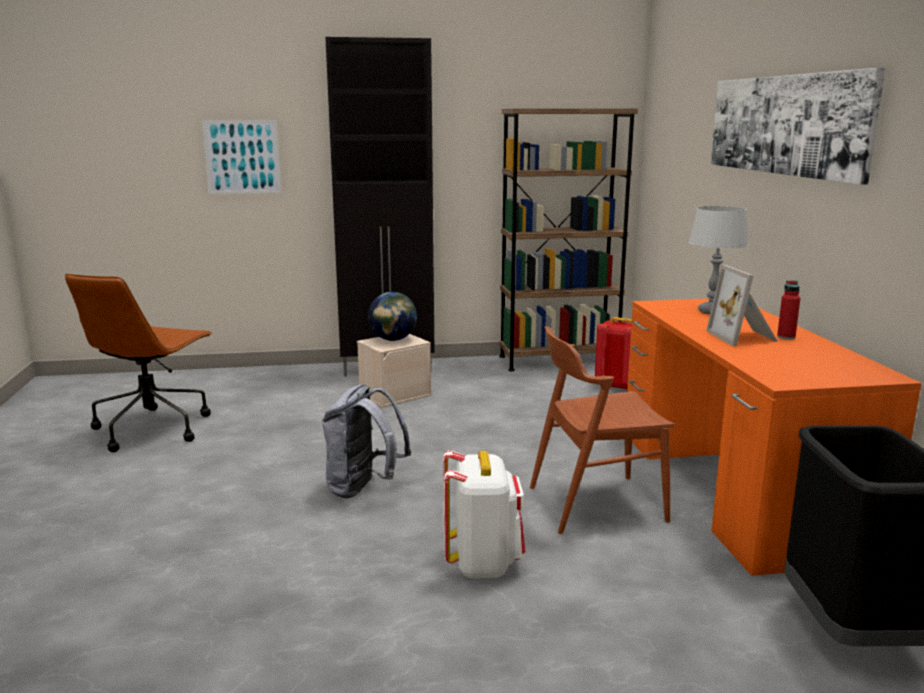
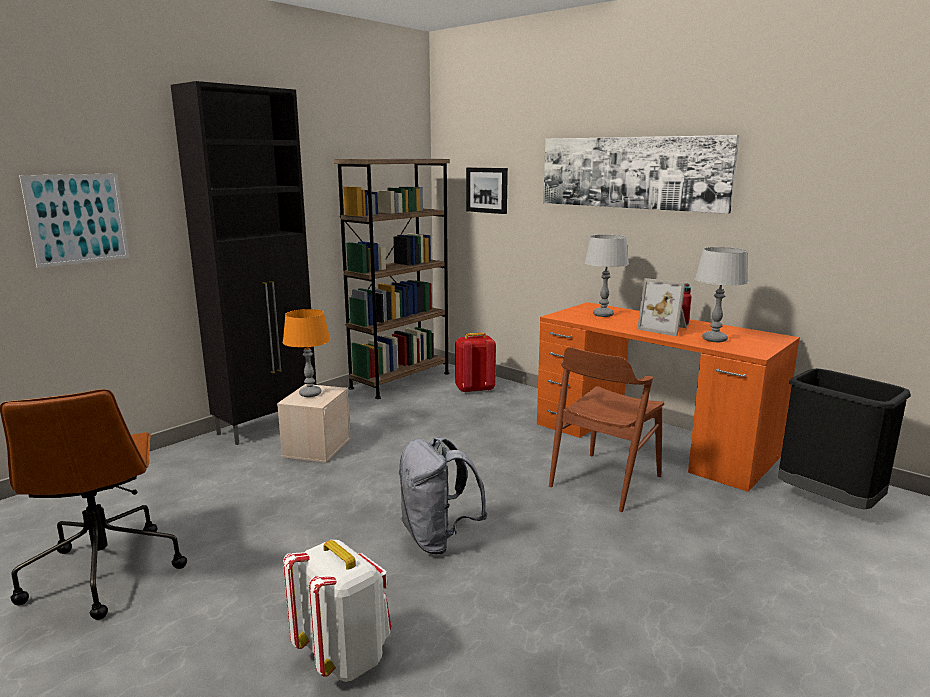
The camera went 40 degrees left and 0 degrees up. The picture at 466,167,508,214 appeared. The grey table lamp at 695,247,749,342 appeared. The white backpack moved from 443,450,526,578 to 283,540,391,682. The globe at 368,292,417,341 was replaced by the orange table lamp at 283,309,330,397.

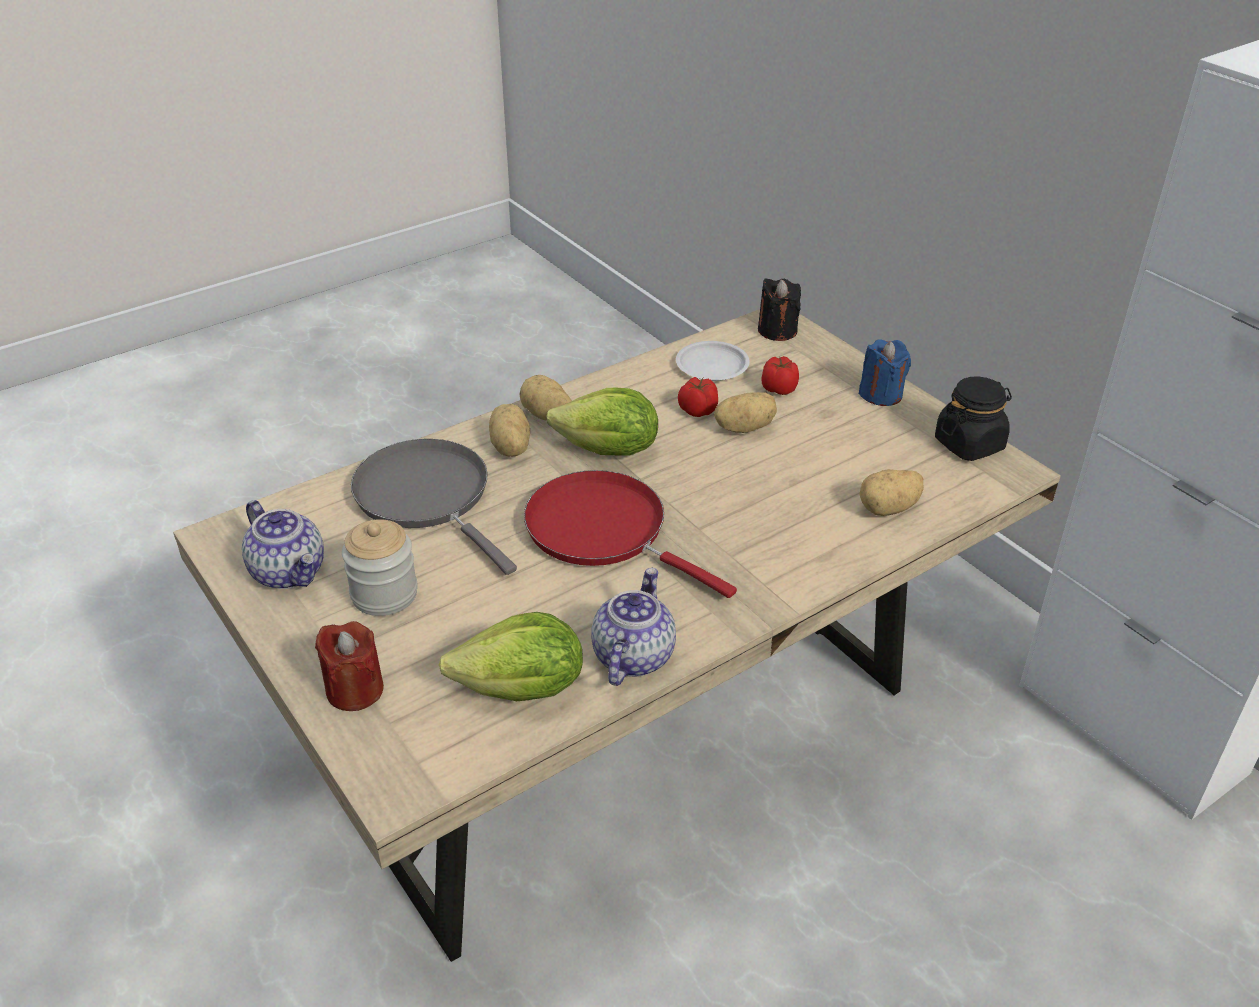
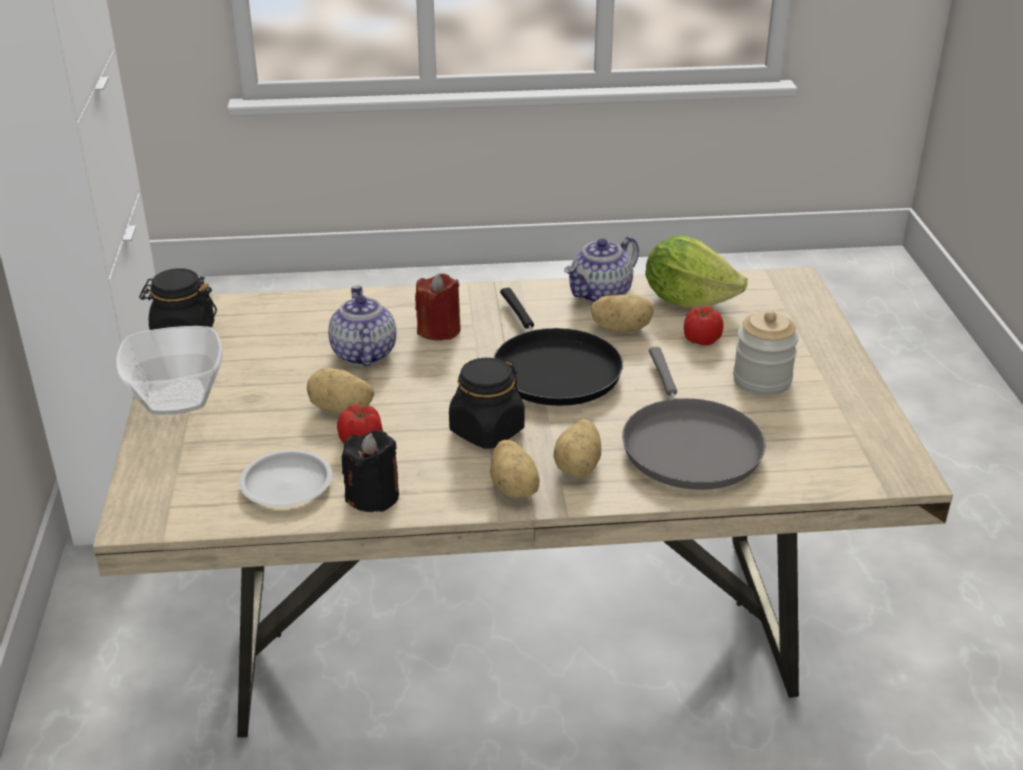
The camera went 150 degrees left and 5 degrees down. The teapot moved from 242,500,324,589 to 328,285,396,366. The red candle moved from 315,621,384,711 to 415,273,461,341. The black candle moved from 758,278,801,341 to 342,430,399,512. The tomato moved from 761,356,799,395 to 684,306,723,345. The potato moved from 859,469,924,516 to 591,295,654,333. The lettuce at 546,388,658,456 was replaced by the black jar at 449,357,525,449. The blue candle at 859,339,911,406 was replaced by the bowl at 116,326,223,415. The red frying pan at 524,470,737,598 became the black frying pan at 494,288,623,406.

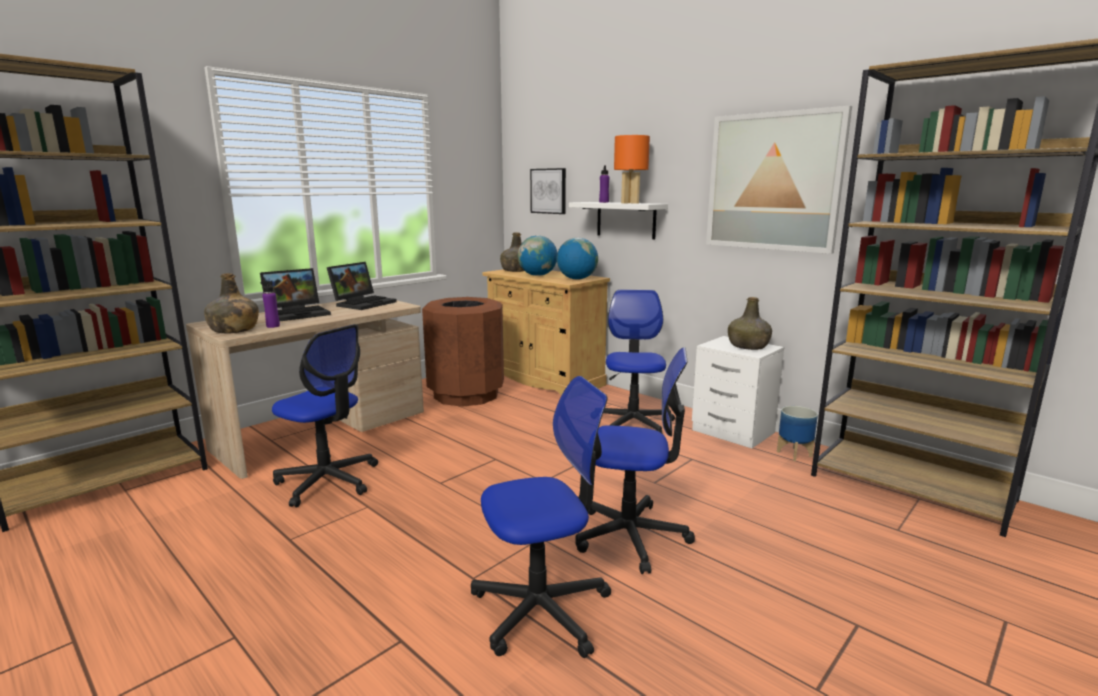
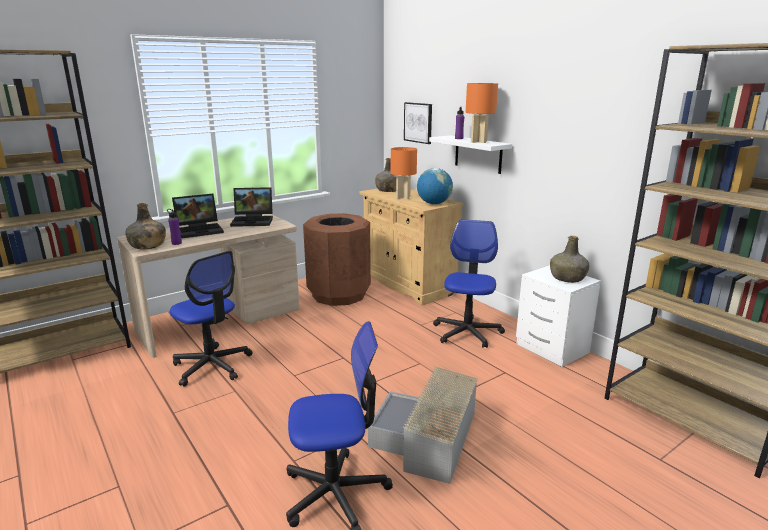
The camera went 10 degrees right and 5 degrees up. The picture at 706,106,852,254 disappeared. The planter at 777,406,818,461 disappeared. The globe at 518,235,557,276 was replaced by the orange table lamp at 391,147,417,199. The office chair at 575,347,695,574 was replaced by the grey storage box at 368,366,478,484. The laptop at 327,262,397,310 turned 45 degrees clockwise.

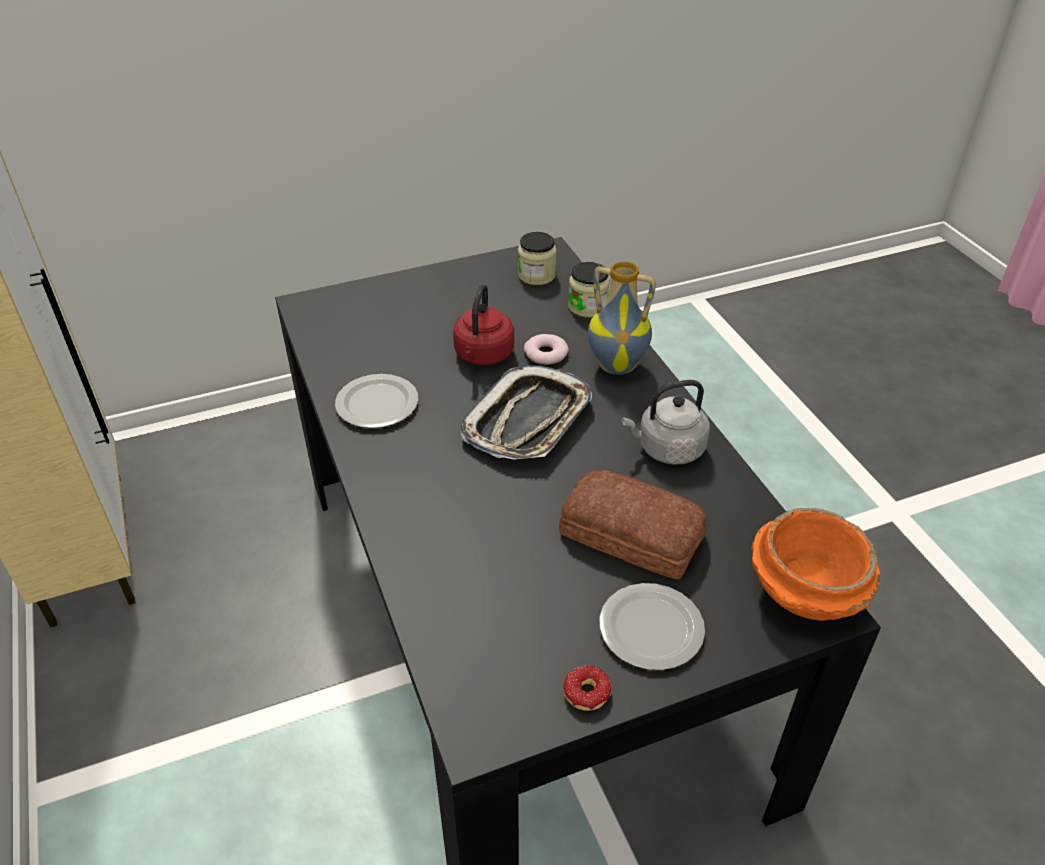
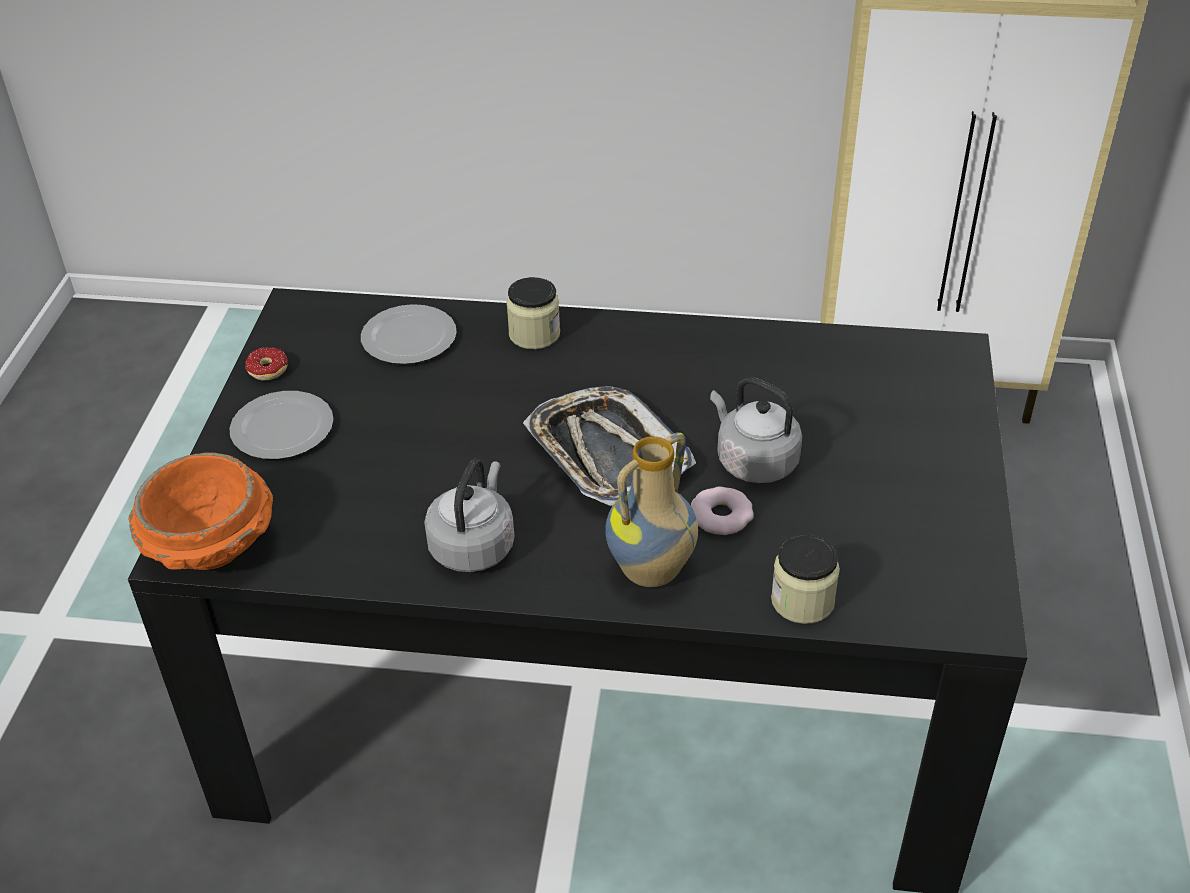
The camera went 120 degrees right and 0 degrees up. The bread at 559,470,707,580 disappeared. The plate moved from 335,374,418,428 to 361,304,457,364. The jar moved from 518,232,557,285 to 506,277,560,349. The red kettle at 453,284,514,365 became the grey kettle at 710,377,802,483.

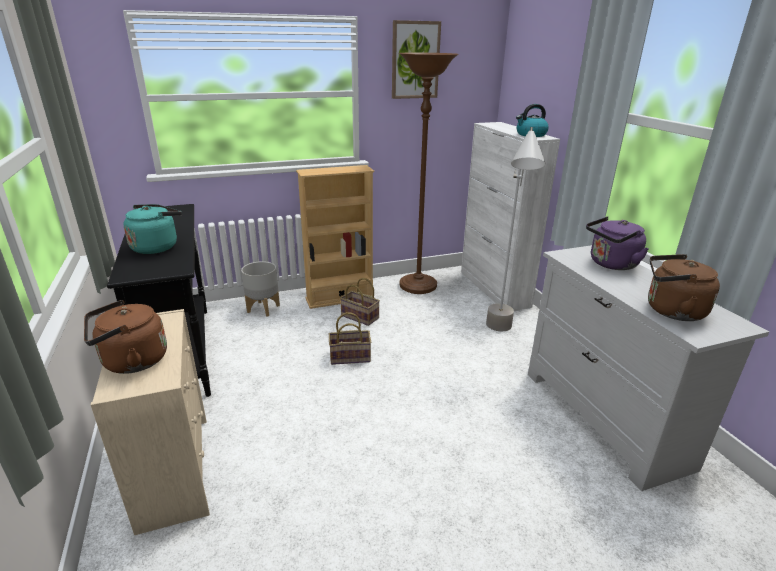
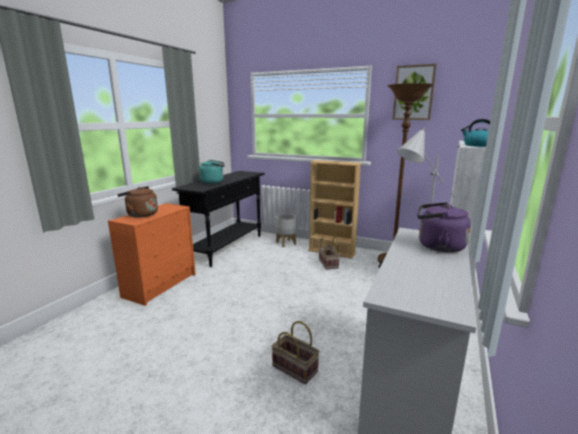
The camera went 45 degrees right and 10 degrees down. The brown kettle at 648,254,720,321 disappeared. The basket moved from 329,312,371,365 to 271,321,319,385. The beige dresser at 91,309,210,535 became the orange dresser at 108,203,196,306.

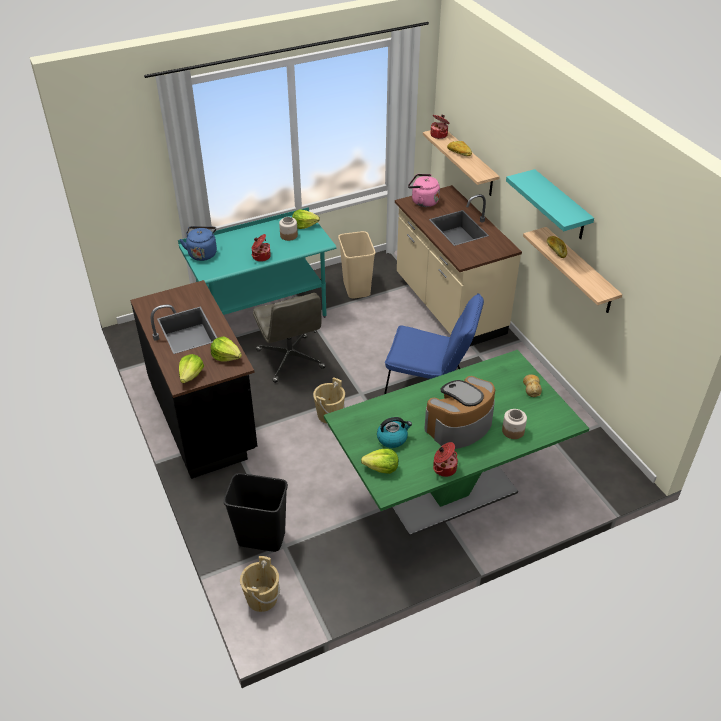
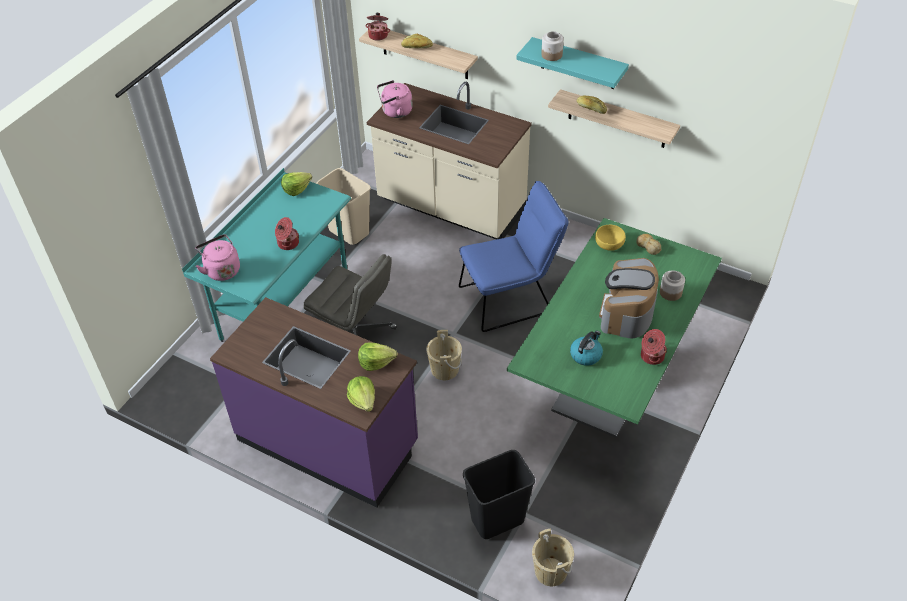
The camera went 35 degrees left and 5 degrees up. The lettuce at 361,449,398,474 disappeared. The yellow bowl at 595,225,626,251 appeared. The jar moved from 279,217,298,241 to 541,31,564,61. The black counter at 130,280,257,479 became the purple counter at 210,297,418,508. The blue kettle at 180,226,217,261 became the pink kettle at 195,234,240,281.

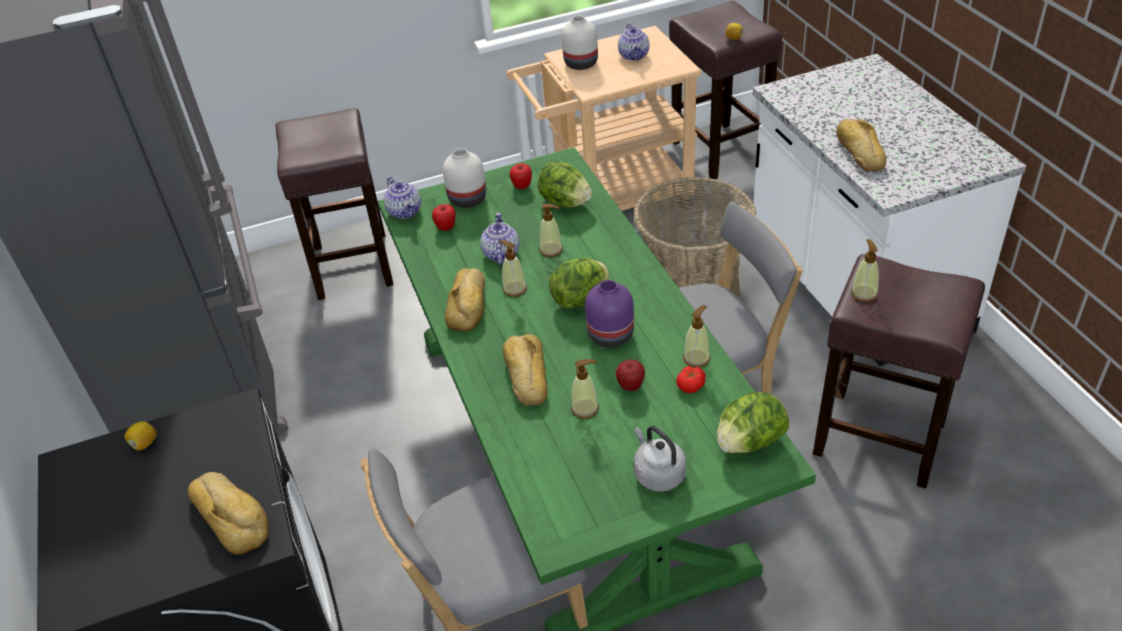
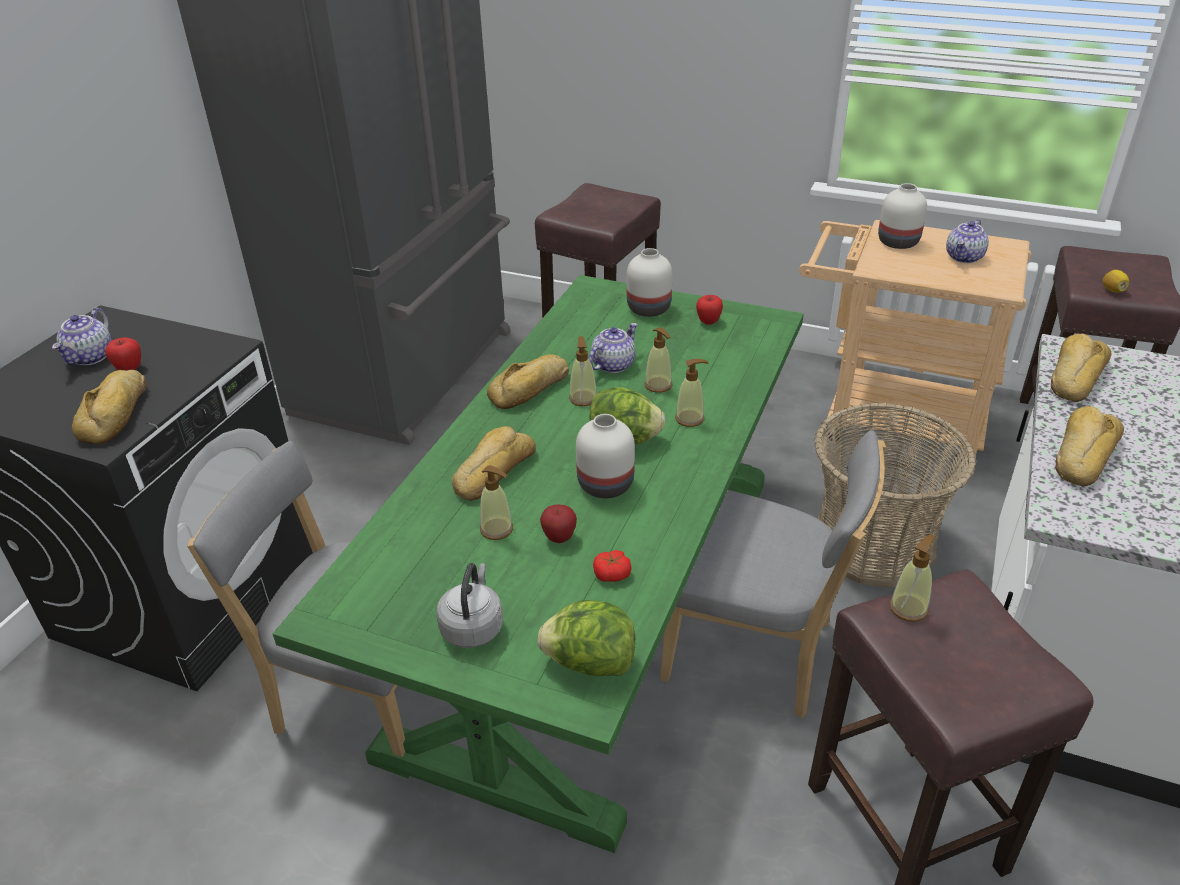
The camera went 40 degrees right and 5 degrees down. The lemon at 125,421,157,450 disappeared. The lettuce at 537,161,592,207 disappeared. The bread at 1051,333,1111,402 appeared. The teapot moved from 384,177,421,219 to 52,308,112,365. The apple moved from 432,204,455,231 to 105,337,141,371. The soap dispenser moved from 683,305,710,368 to 675,359,709,427. The purple vase at 585,280,634,348 became the white vase at 576,414,635,498.

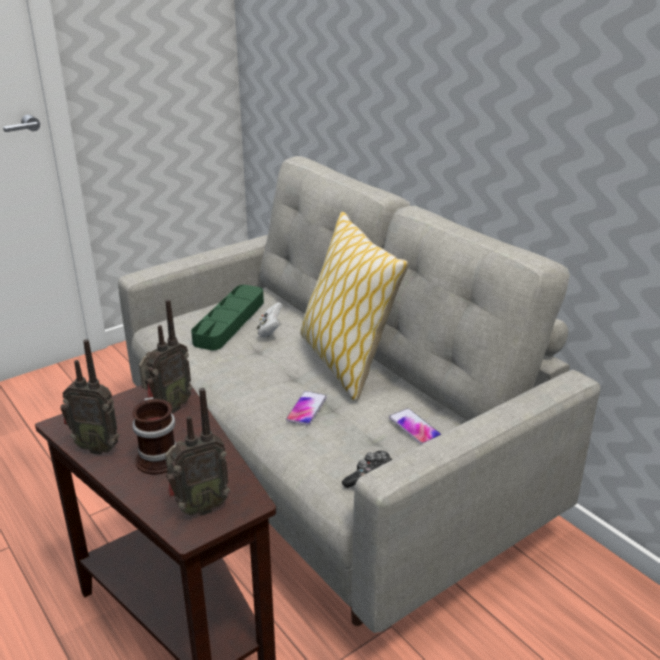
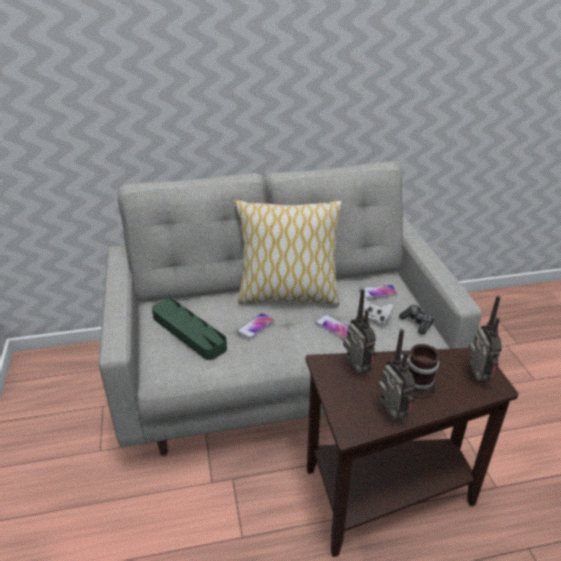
The camera went 65 degrees left and 5 degrees up. The phone at 237,313,274,339 appeared. The white game controller moved from 257,302,283,338 to 358,296,394,325. The radio at 60,339,119,455 turned 60 degrees counterclockwise.

